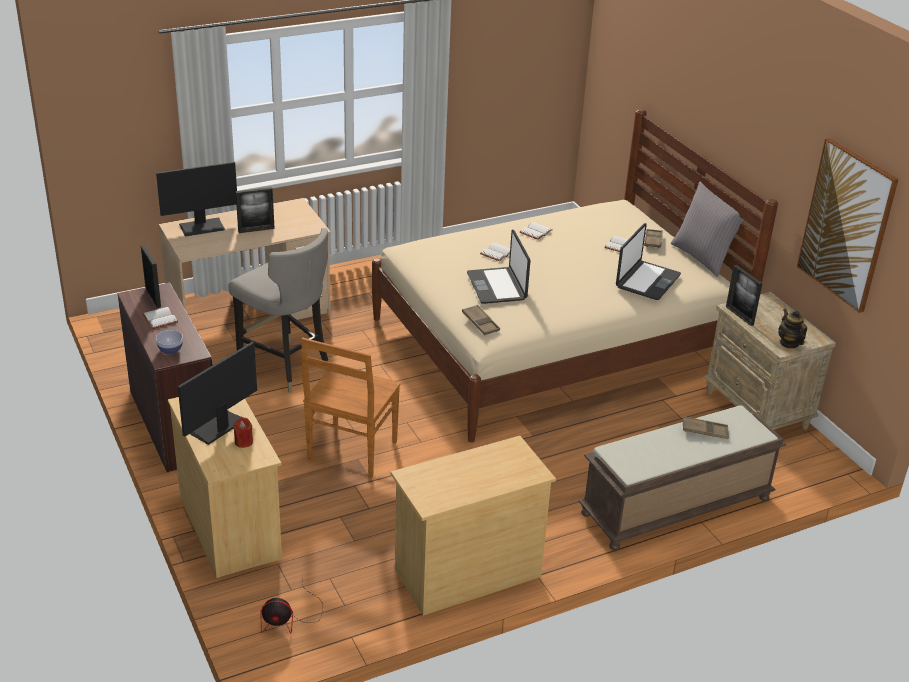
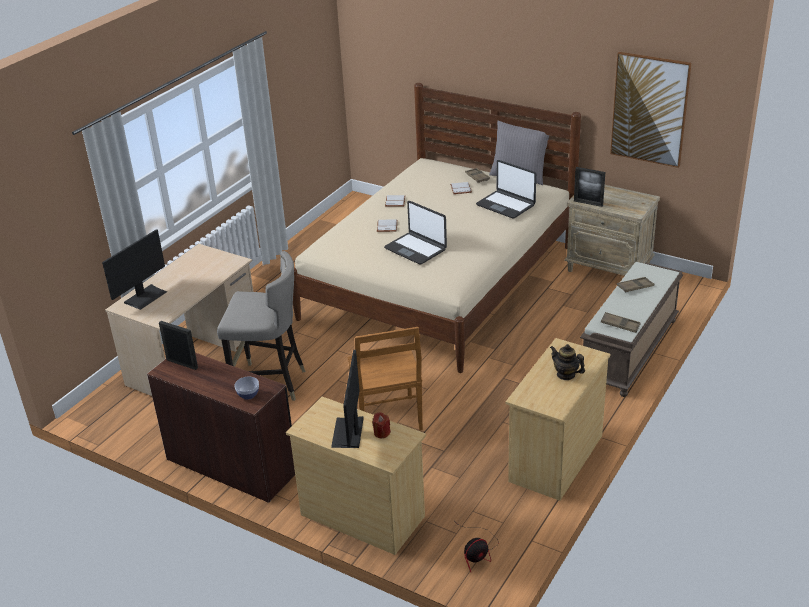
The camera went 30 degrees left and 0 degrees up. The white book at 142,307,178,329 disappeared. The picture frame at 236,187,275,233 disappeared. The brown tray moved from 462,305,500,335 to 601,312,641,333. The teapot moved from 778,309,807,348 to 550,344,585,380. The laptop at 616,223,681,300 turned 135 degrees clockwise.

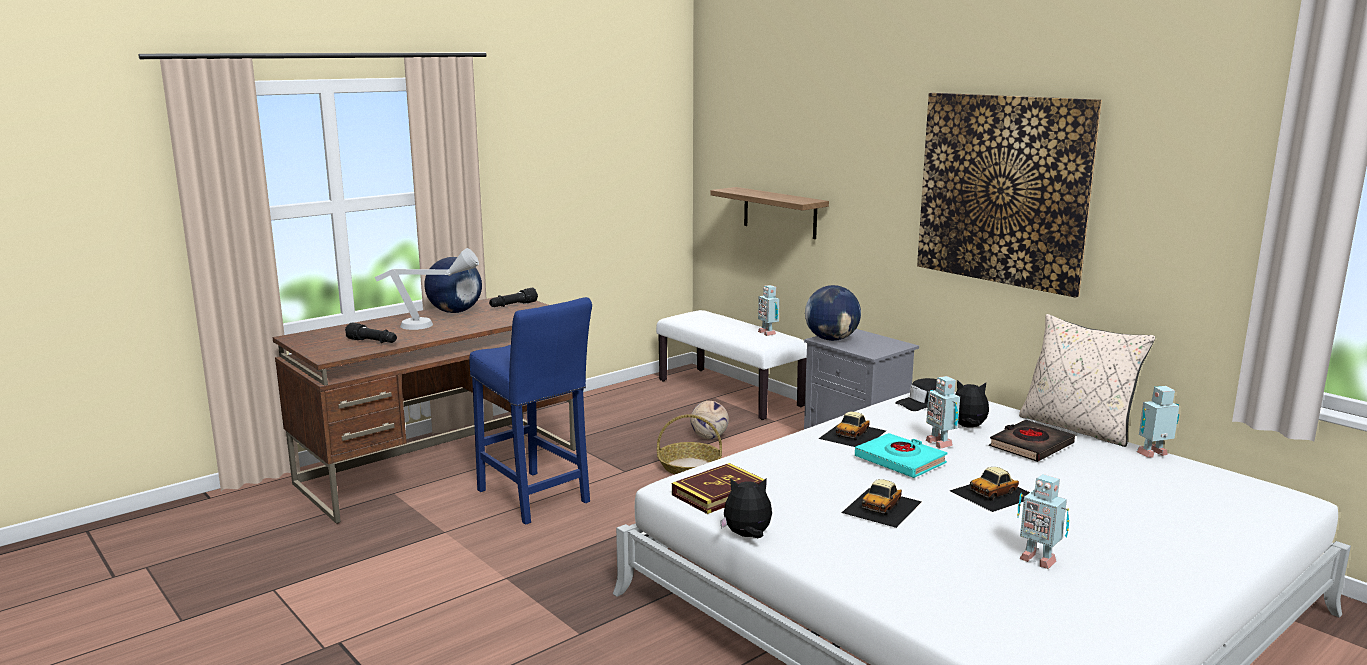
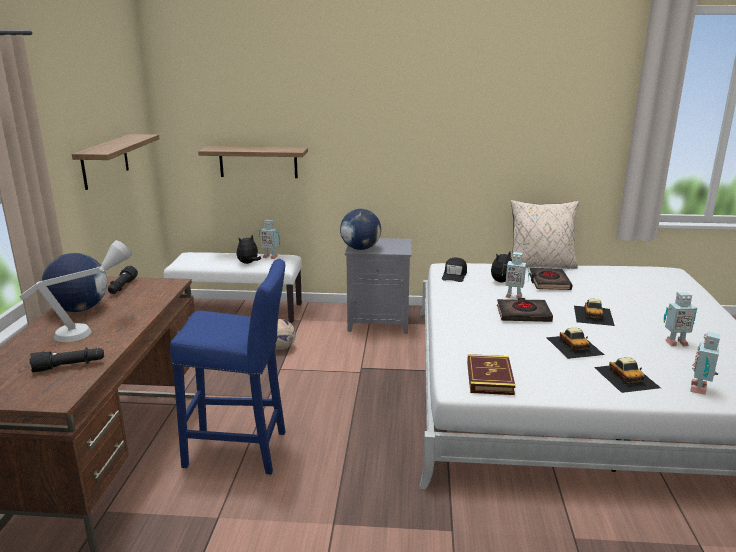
The camera went 45 degrees left and 5 degrees up. The basket at 657,414,722,474 disappeared. The picture at 917,93,1102,298 disappeared. The shelf at 72,134,159,190 appeared. The plush toy moved from 720,478,772,539 to 237,234,261,264. The toy car moved from 819,412,886,447 to 594,357,661,393. The toy robot moved from 1137,386,1179,458 to 690,331,720,395. The turquoise book at 855,433,947,478 became the black book at 497,298,553,322.

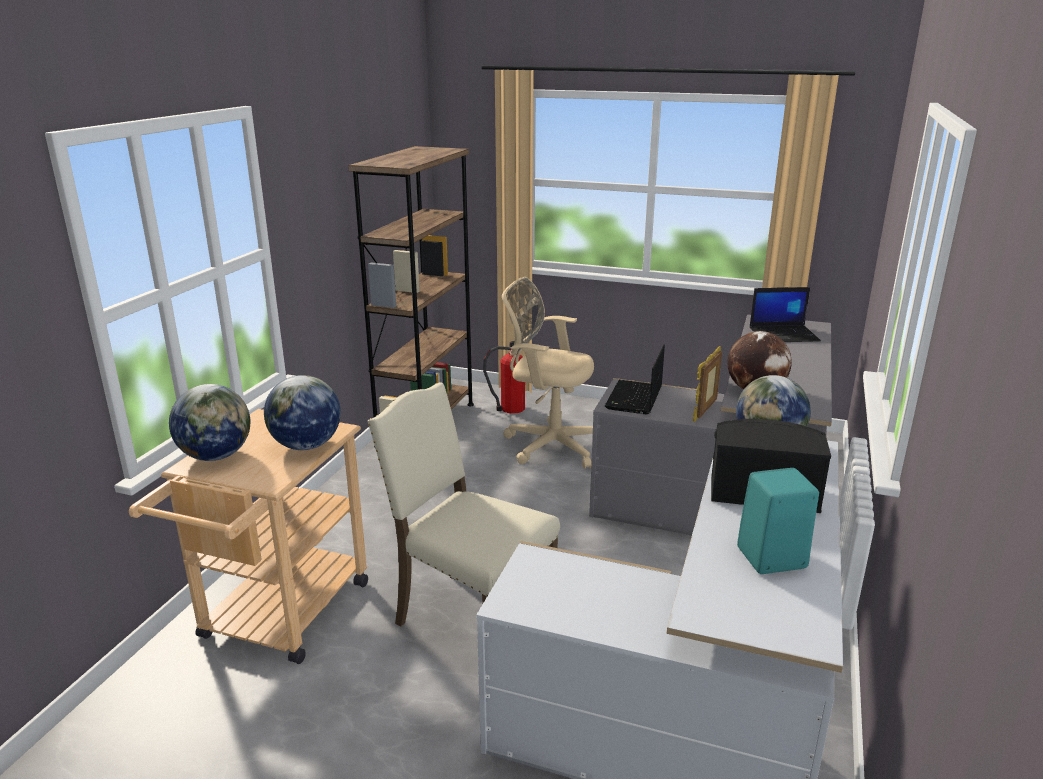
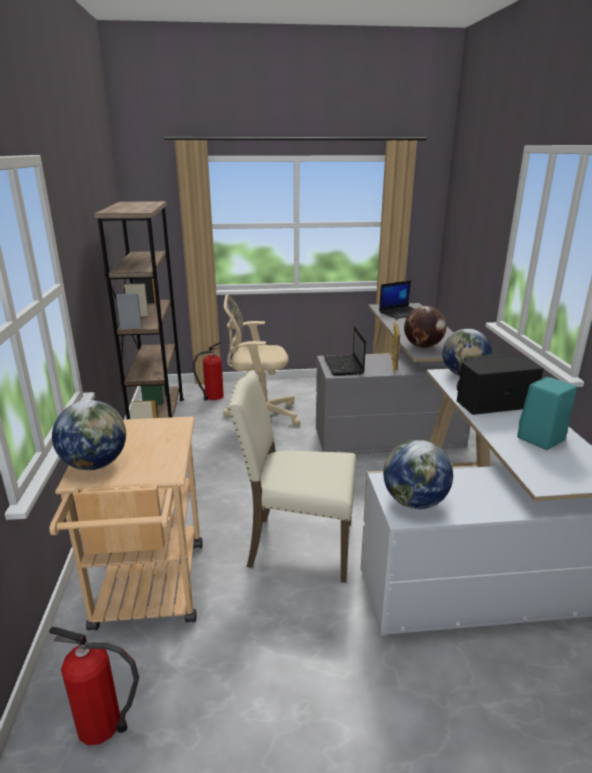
The camera went 25 degrees left and 0 degrees up. The fire extinguisher at 49,627,139,745 appeared. The globe moved from 264,375,341,450 to 383,440,453,509.

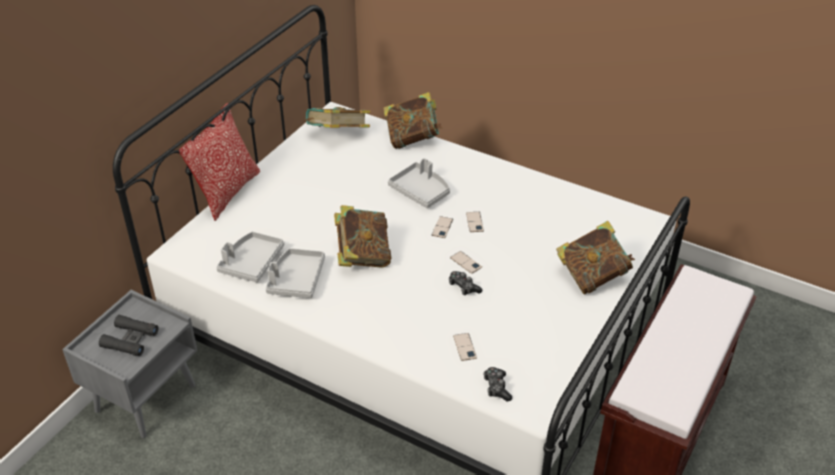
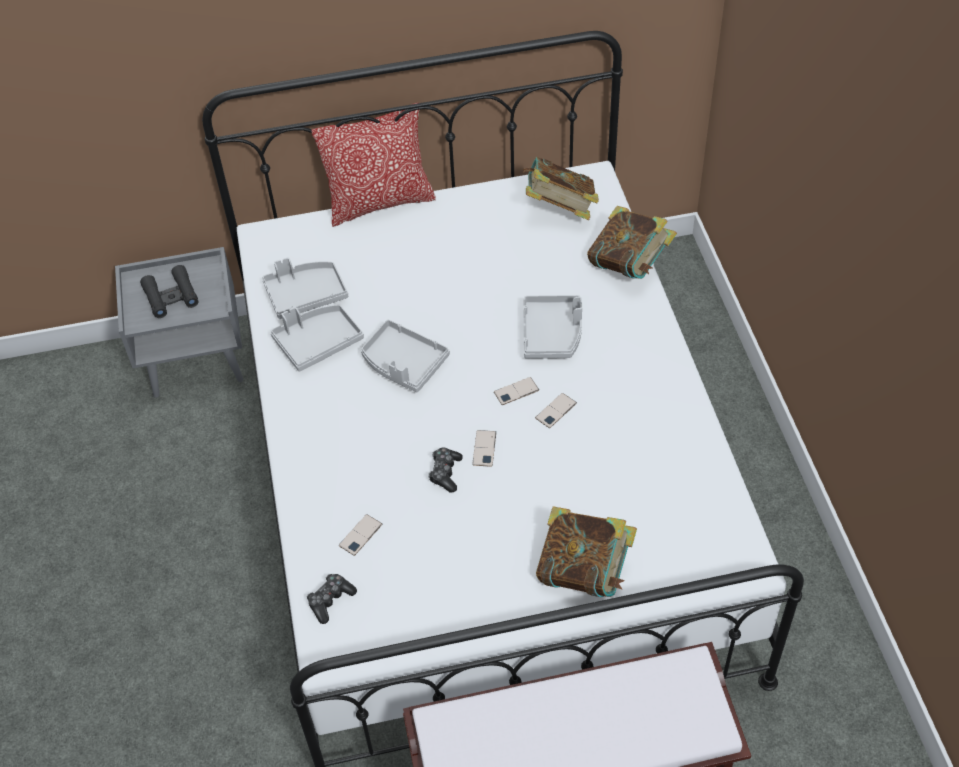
The camera went 50 degrees right and 10 degrees up. The book at 334,205,391,268 was replaced by the grey tray at 361,320,450,393.

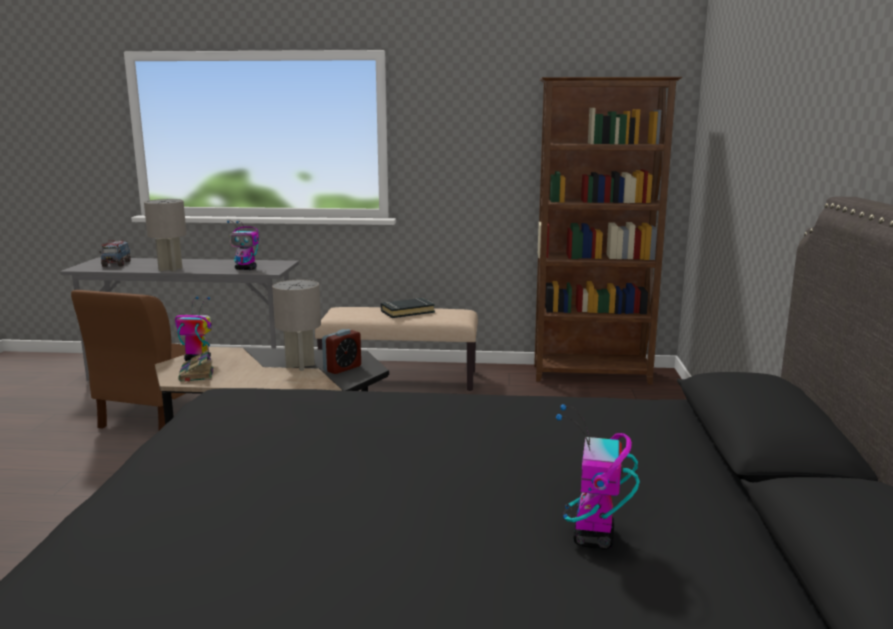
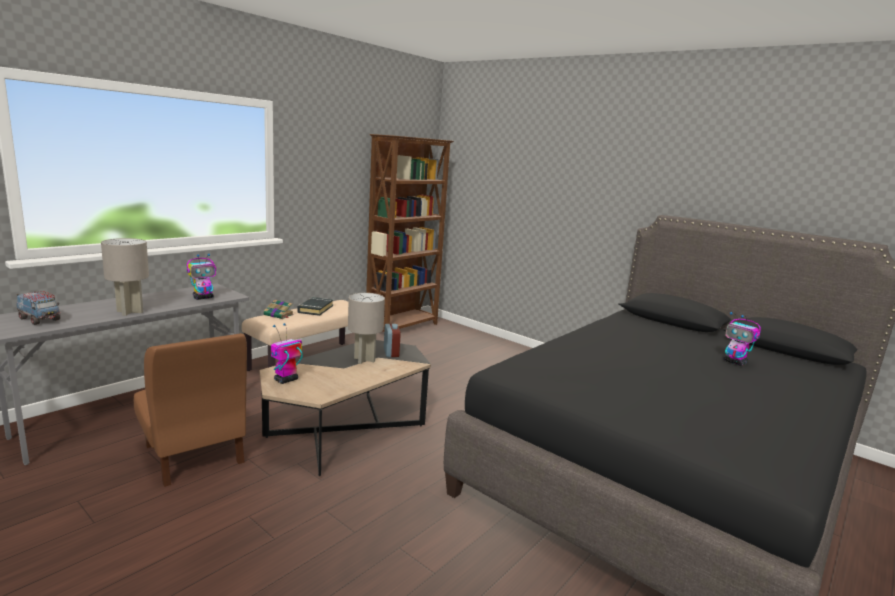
The camera went 55 degrees left and 0 degrees up. The book moved from 178,349,214,382 to 263,300,294,319.

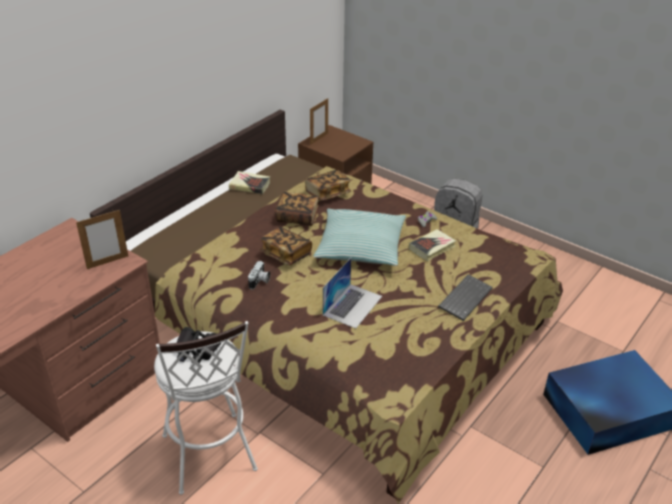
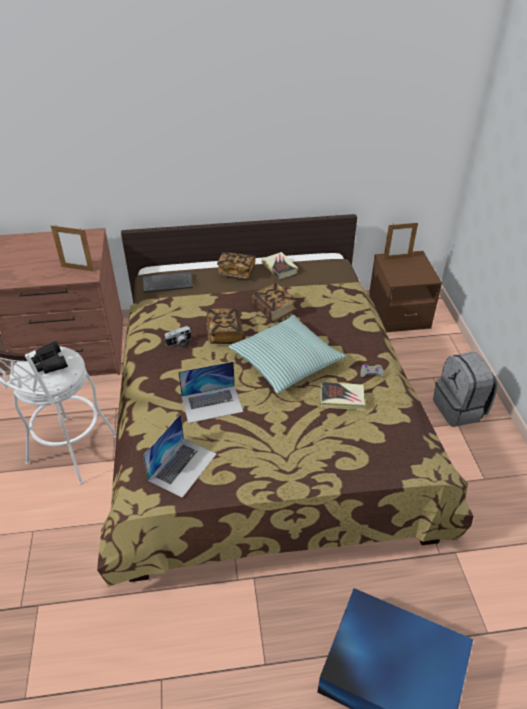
The camera went 45 degrees right and 5 degrees up. The laptop at 143,414,216,498 appeared. The book moved from 305,170,351,201 to 217,252,256,279. The keyboard moved from 438,274,493,321 to 142,272,193,293.

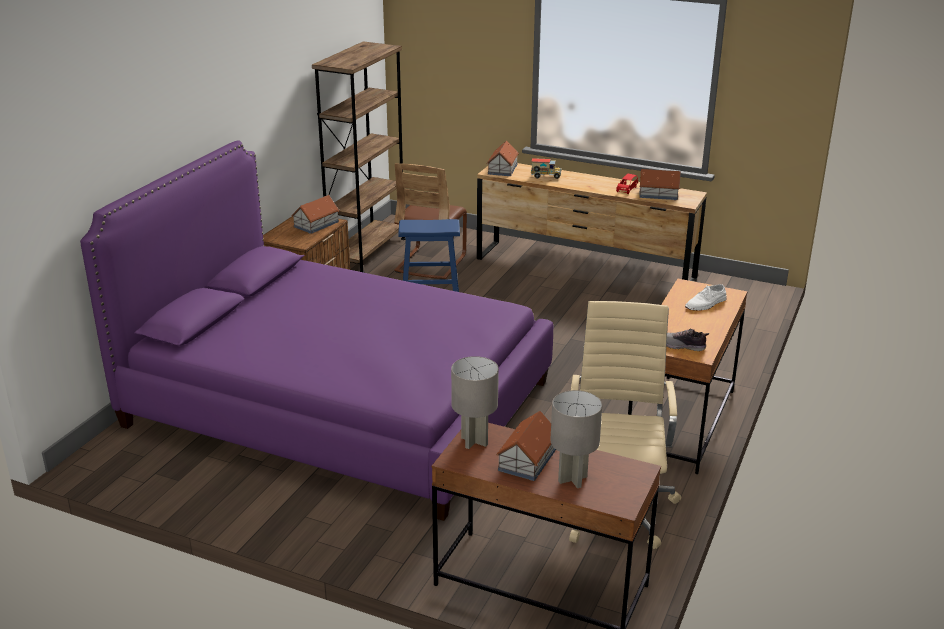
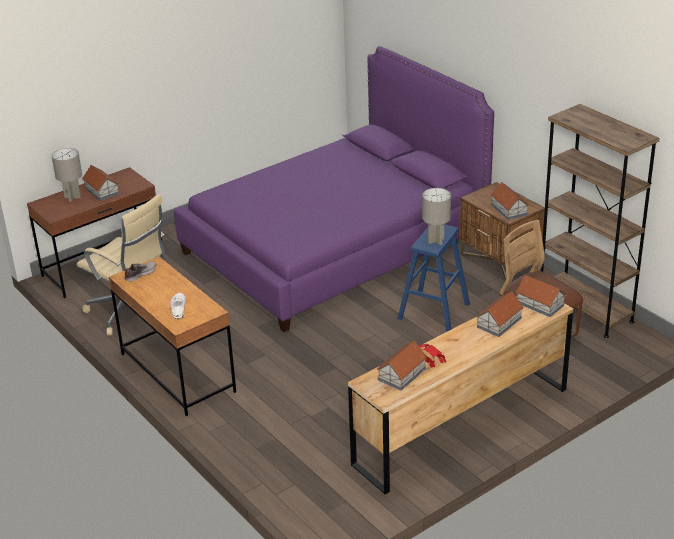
The camera went 120 degrees right and 5 degrees up. The grey table lamp moved from 451,356,499,449 to 422,188,451,245. The toy truck at 531,158,562,179 was replaced by the toy house at 476,291,523,337.

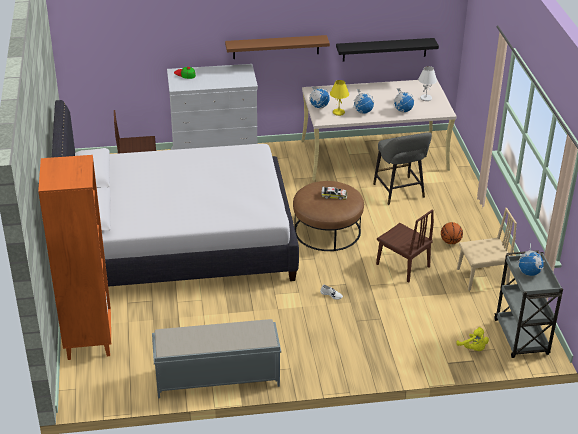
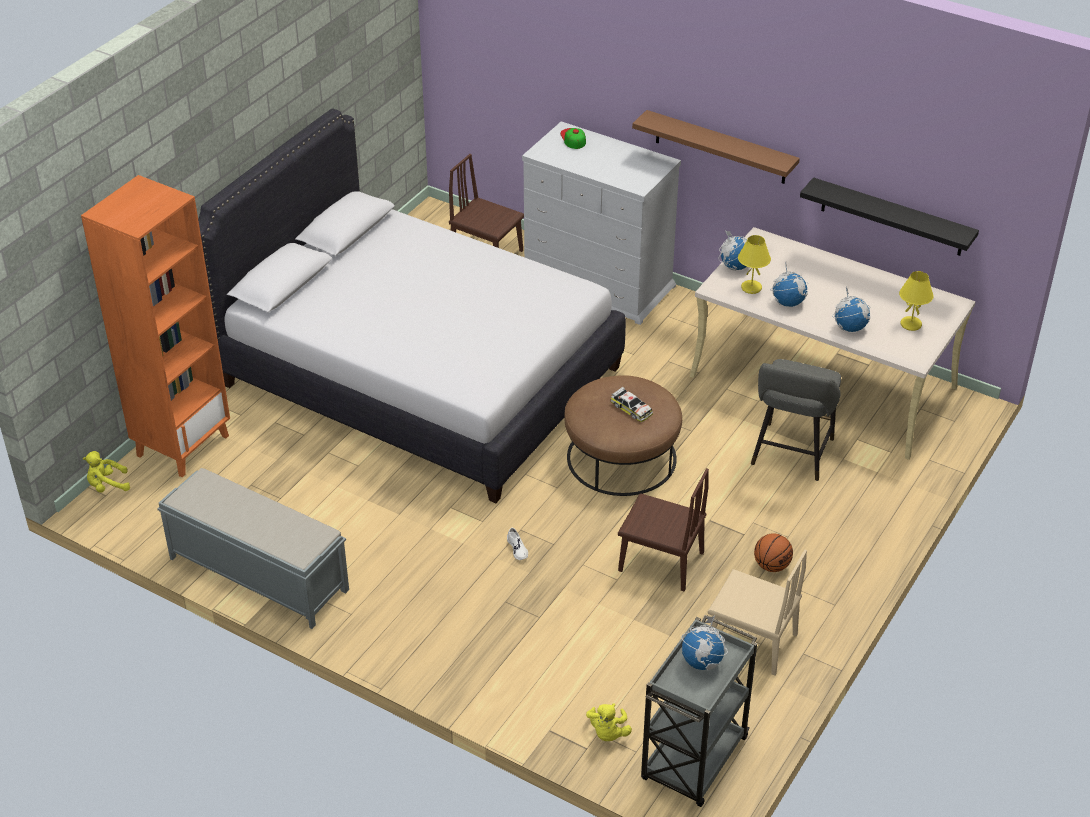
The camera went 40 degrees right and 5 degrees up. The yellow plush toy at 83,451,130,493 appeared. The white table lamp at 418,66,437,101 became the yellow table lamp at 899,271,934,331. The brown chair at 376,209,434,283 turned 60 degrees counterclockwise.

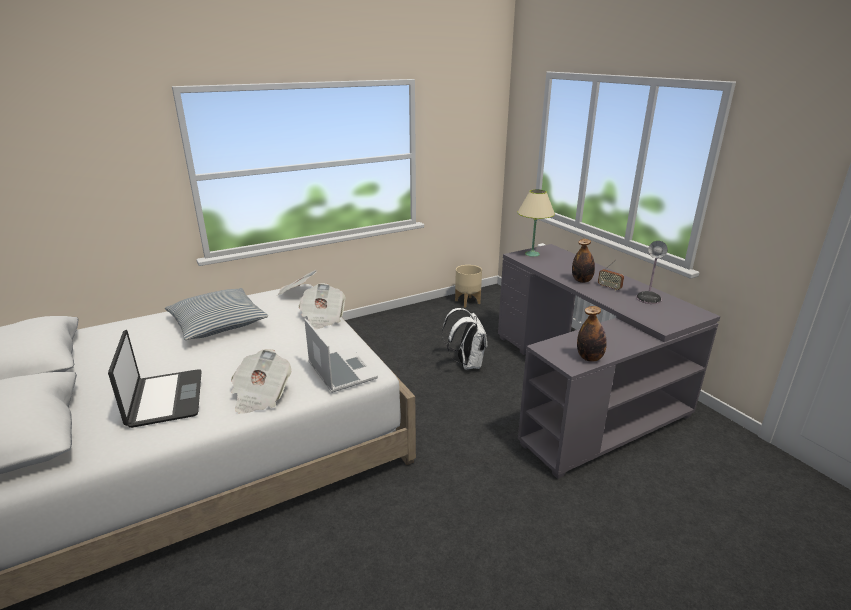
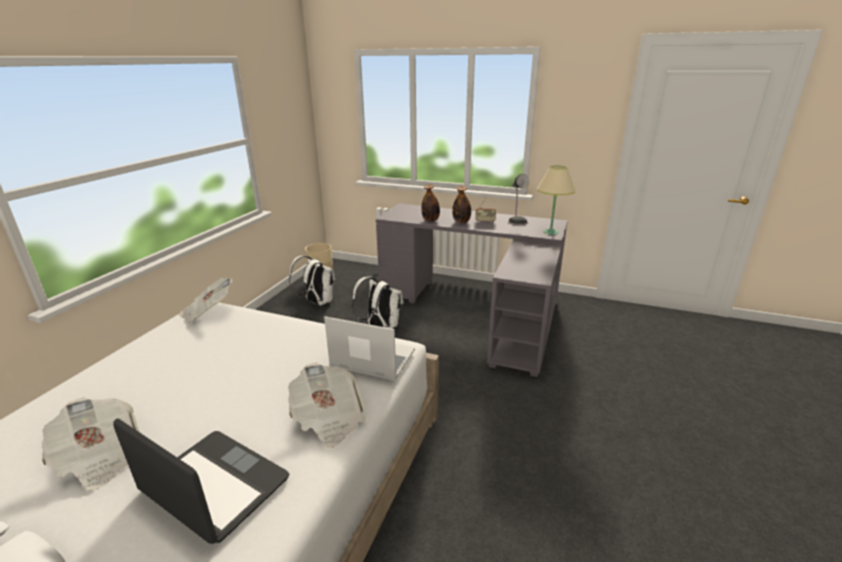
The camera went 40 degrees left and 0 degrees up. The pillow at 165,288,268,340 disappeared. The white backpack at 289,255,336,306 appeared. The newspaper moved from 299,283,346,329 to 42,398,139,491. The beige table lamp moved from 517,189,555,257 to 537,165,576,235. The bottle moved from 577,306,607,362 to 421,184,440,222.

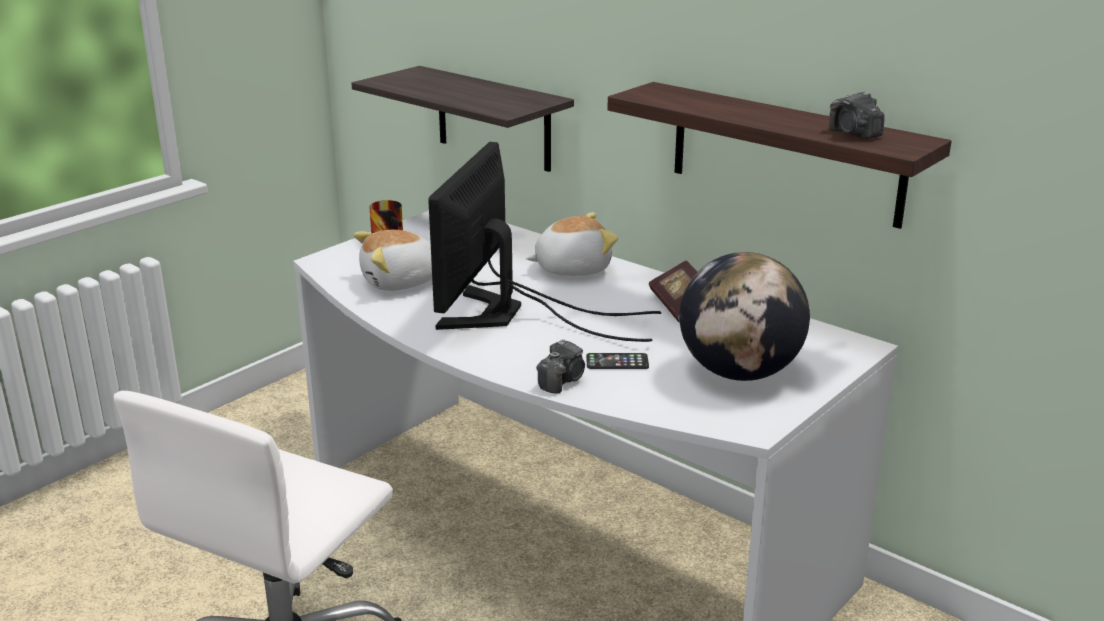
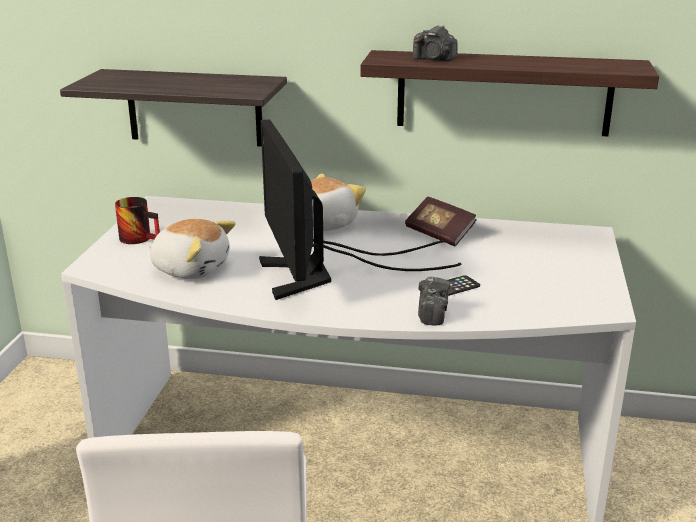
The camera went 30 degrees left and 0 degrees up. The globe at 679,252,810,381 disappeared. The photo camera moved from 829,91,885,139 to 413,25,458,61. The plush toy at 353,230,432,291 turned 105 degrees counterclockwise.

